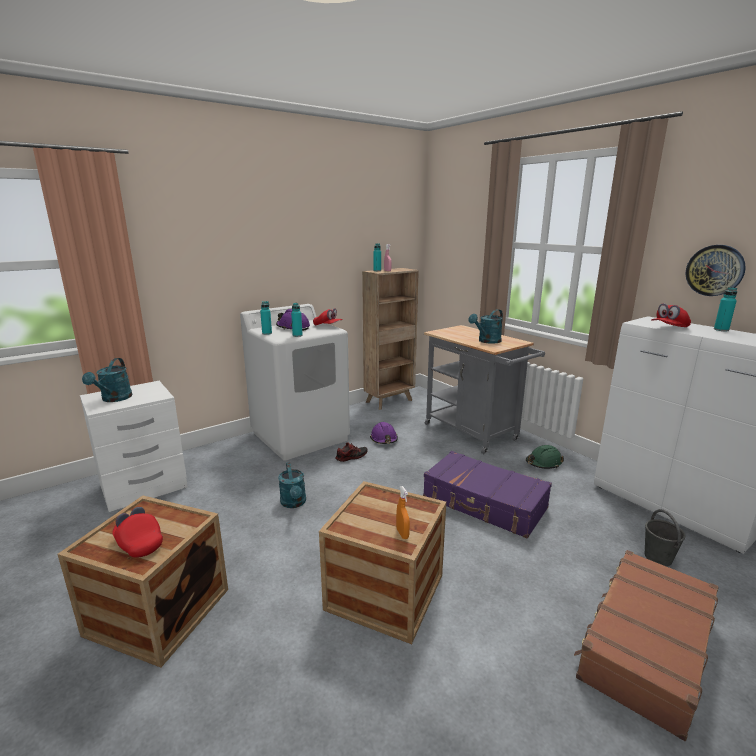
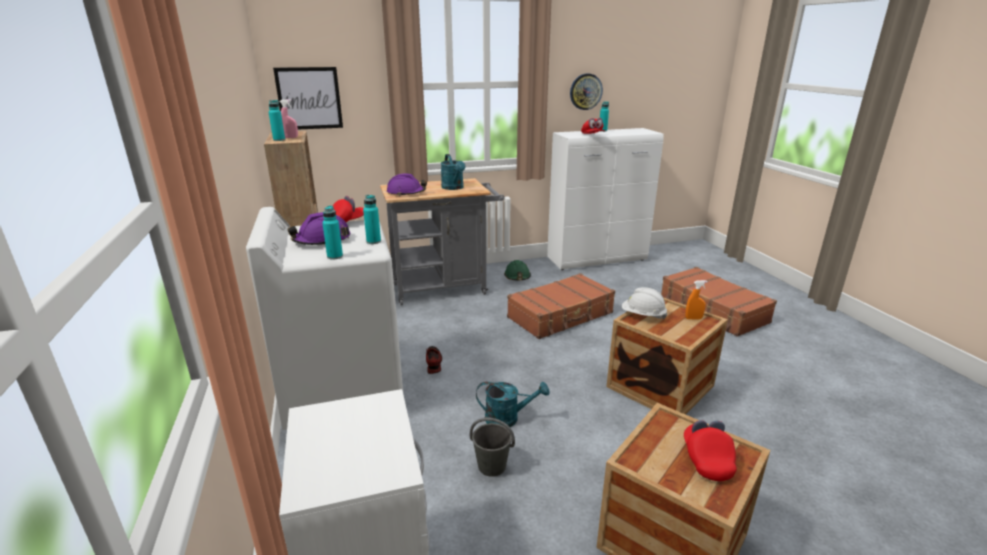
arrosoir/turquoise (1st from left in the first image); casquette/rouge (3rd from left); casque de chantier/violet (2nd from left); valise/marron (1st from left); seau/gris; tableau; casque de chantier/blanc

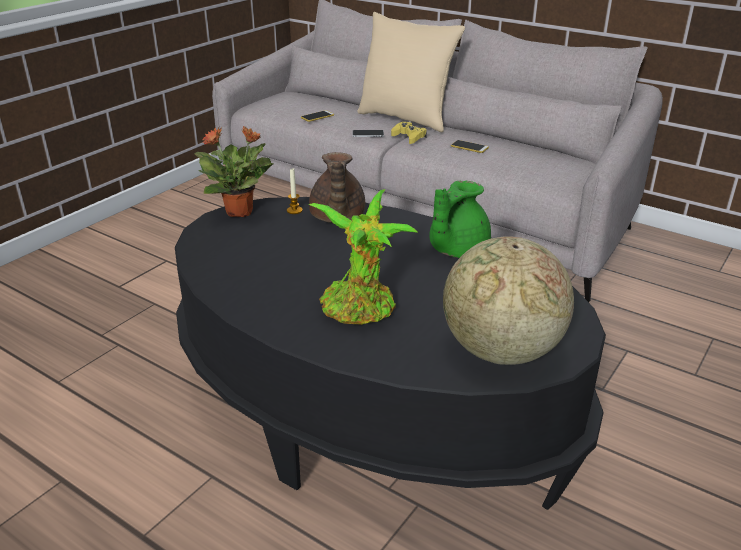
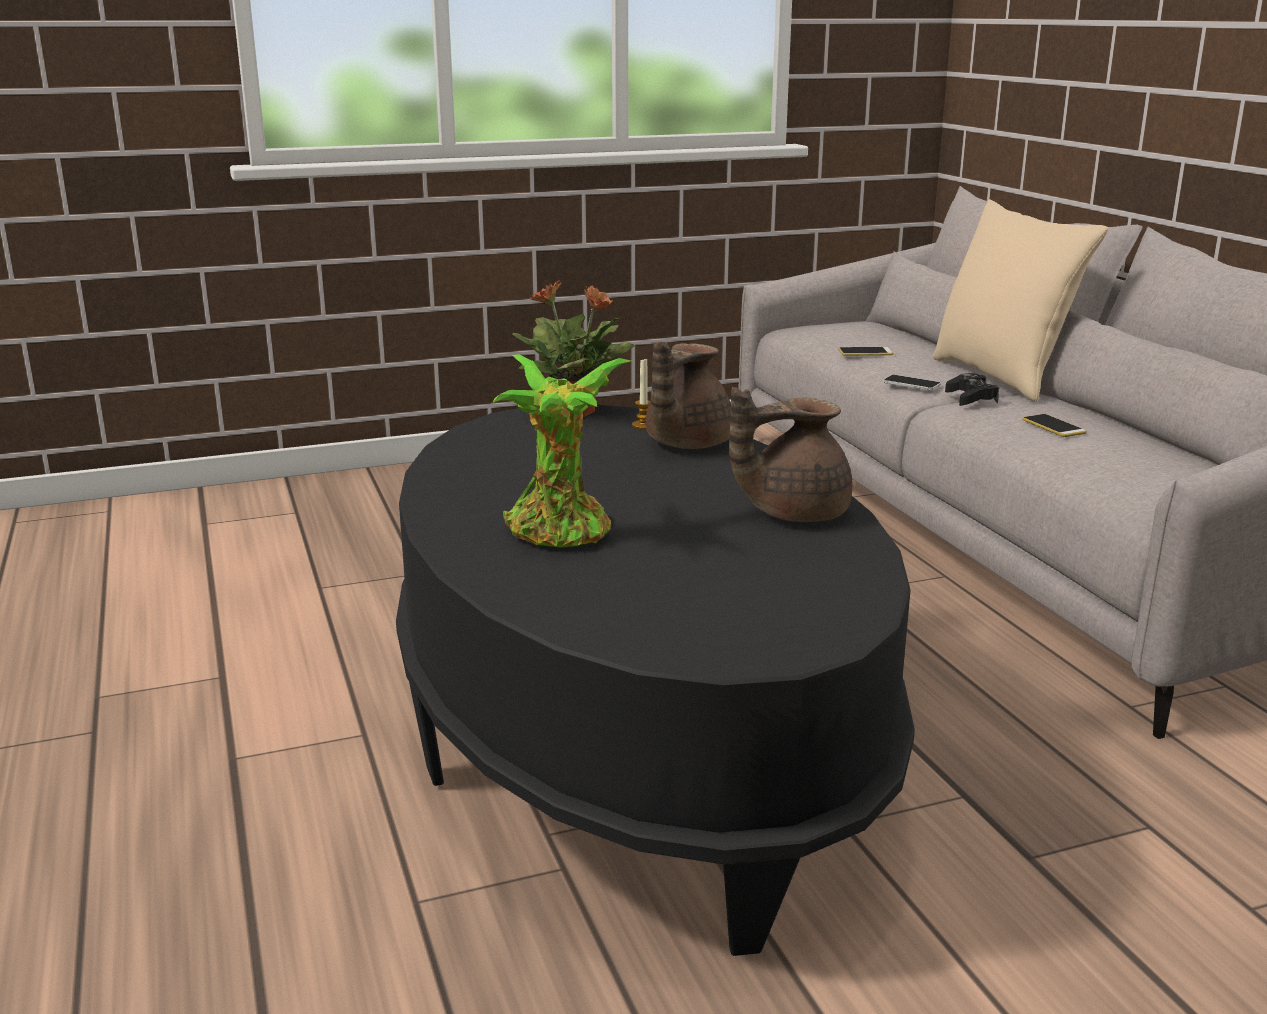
manette/noir; théière/marron (2nd from left); globe

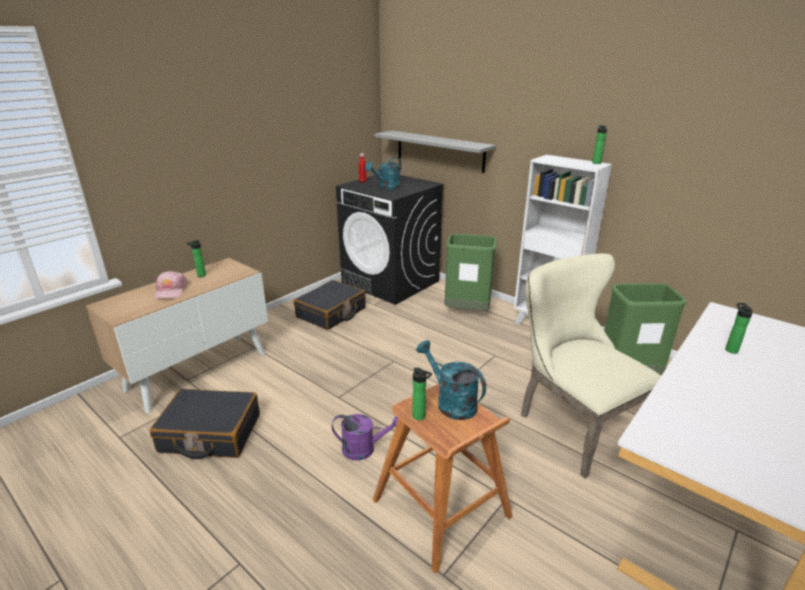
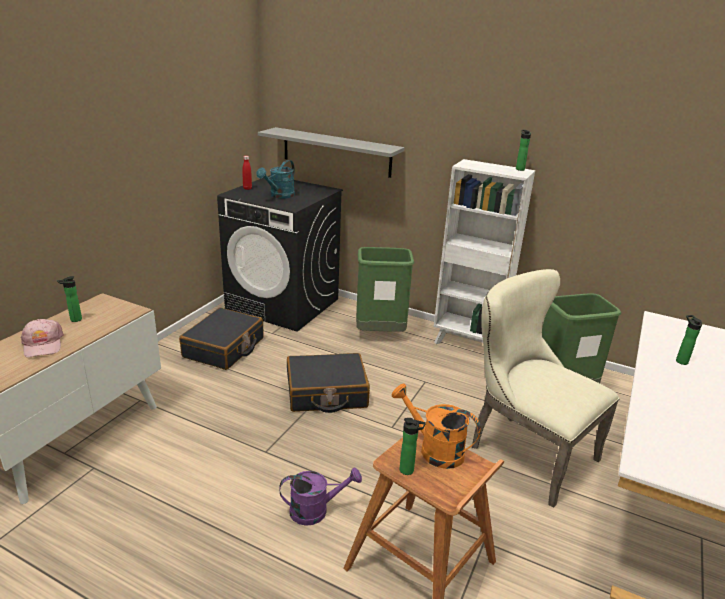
valise/noir (2nd from left); arrosoir/orange

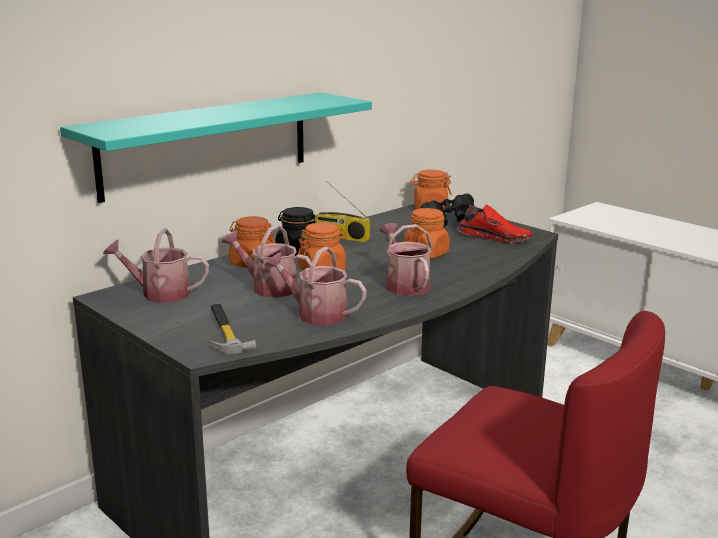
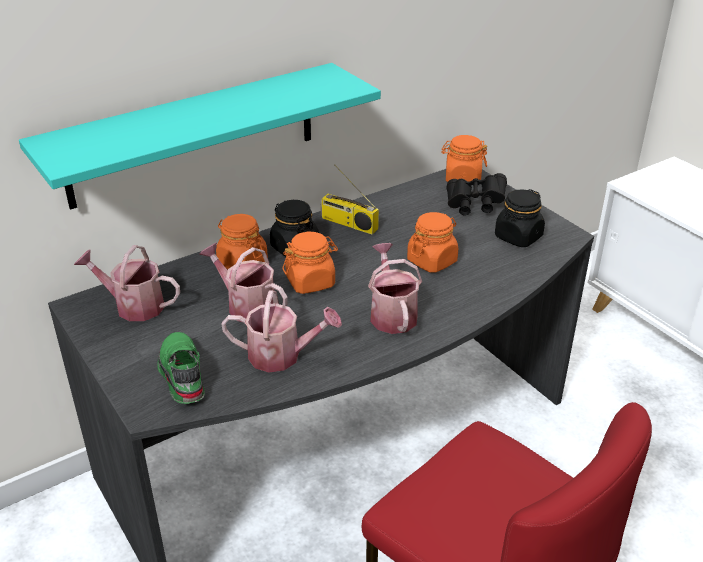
chaussure/vert; arrosoir (3rd from left); bocal/noir (2nd from left)

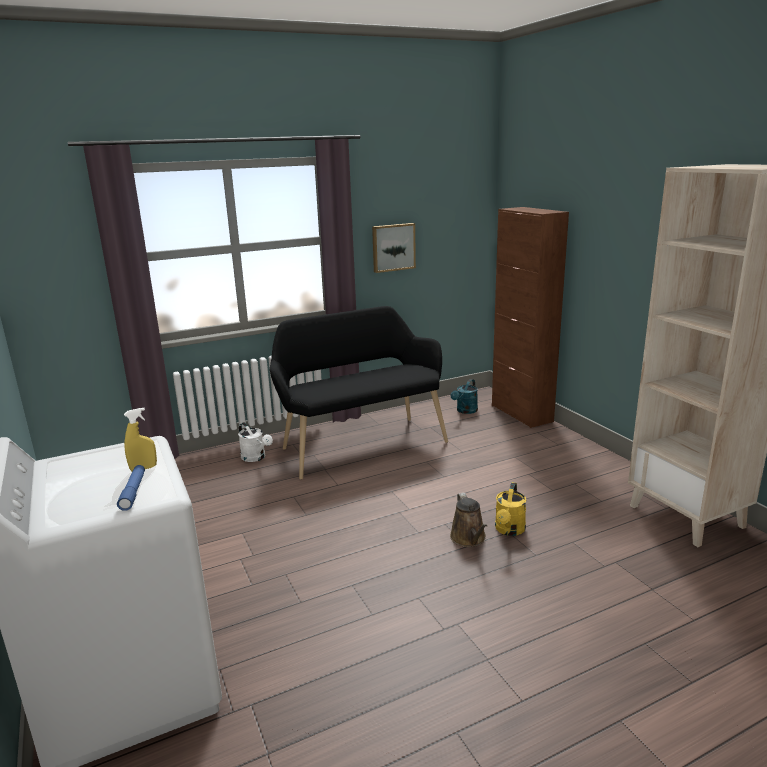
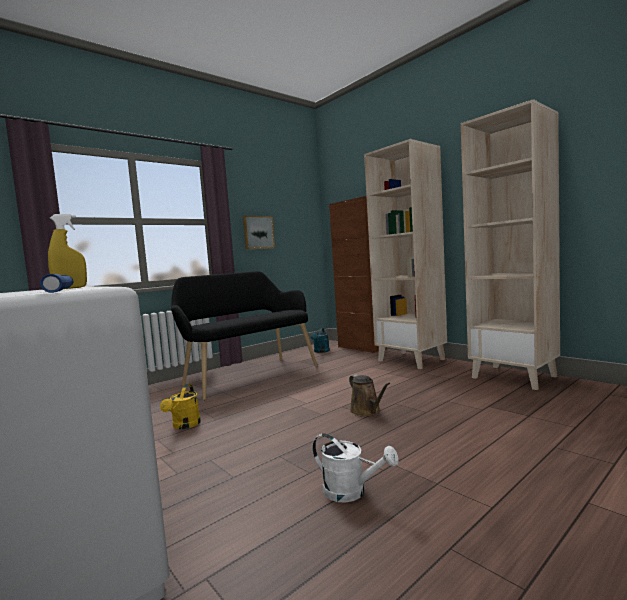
arrosoir/blanc; arrosoir/jaune; bibliothèque/beige (1st from left)

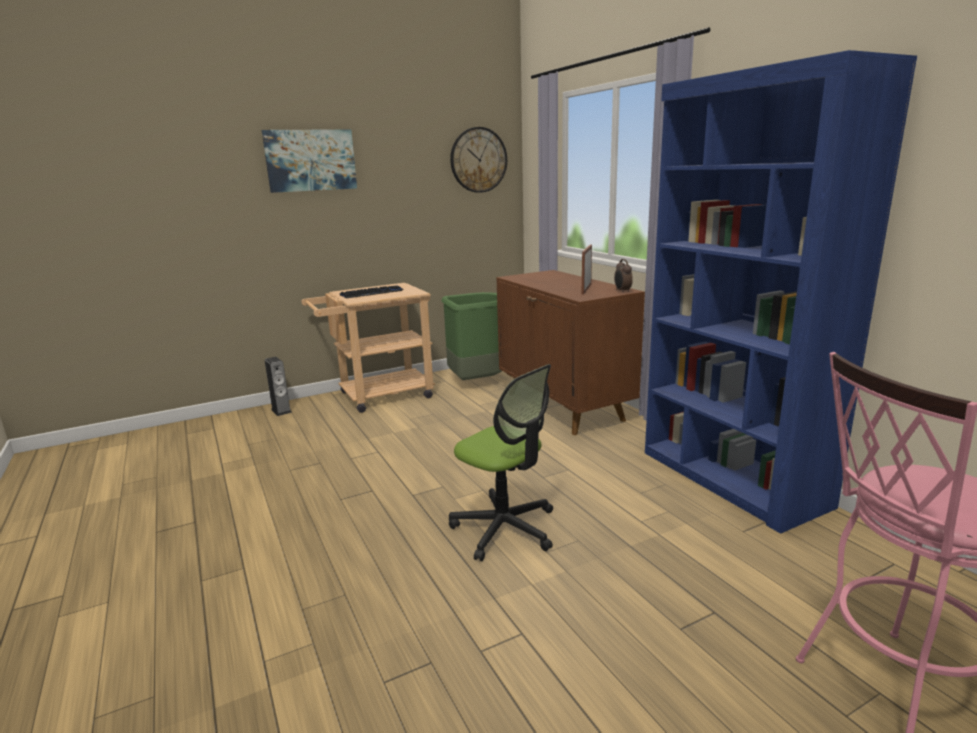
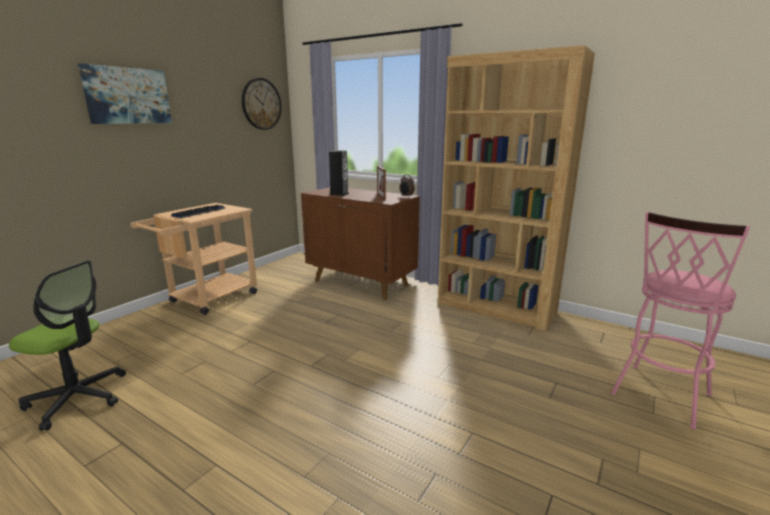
enceinte; poubelle/vert; chaise de bureau; bibliothèque/marron

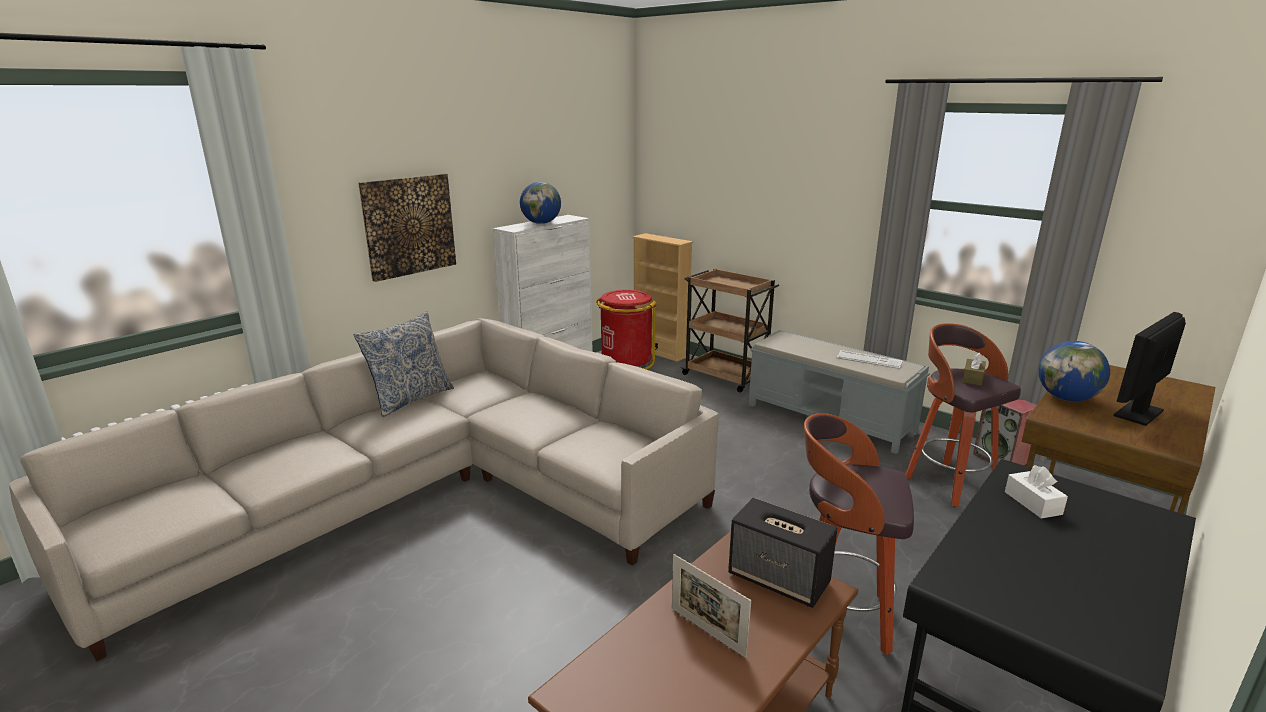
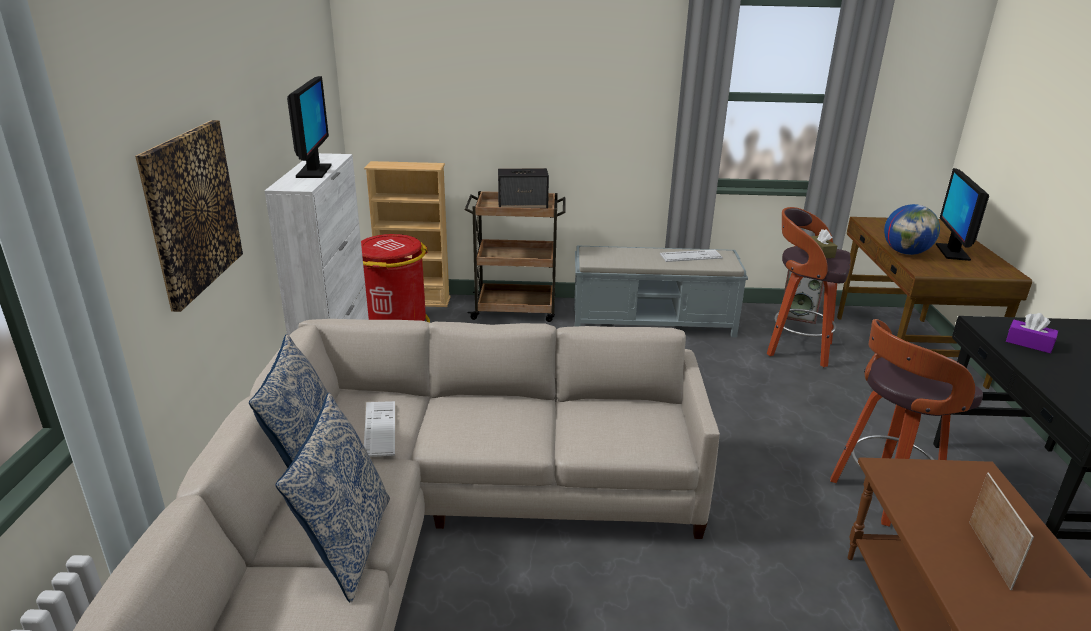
écran d'ordinateur (1st from left); cadre photo; enceinte (1st from left); boîte à mouchoirs/violet; coussin (2nd from left); clavier (1st from left)

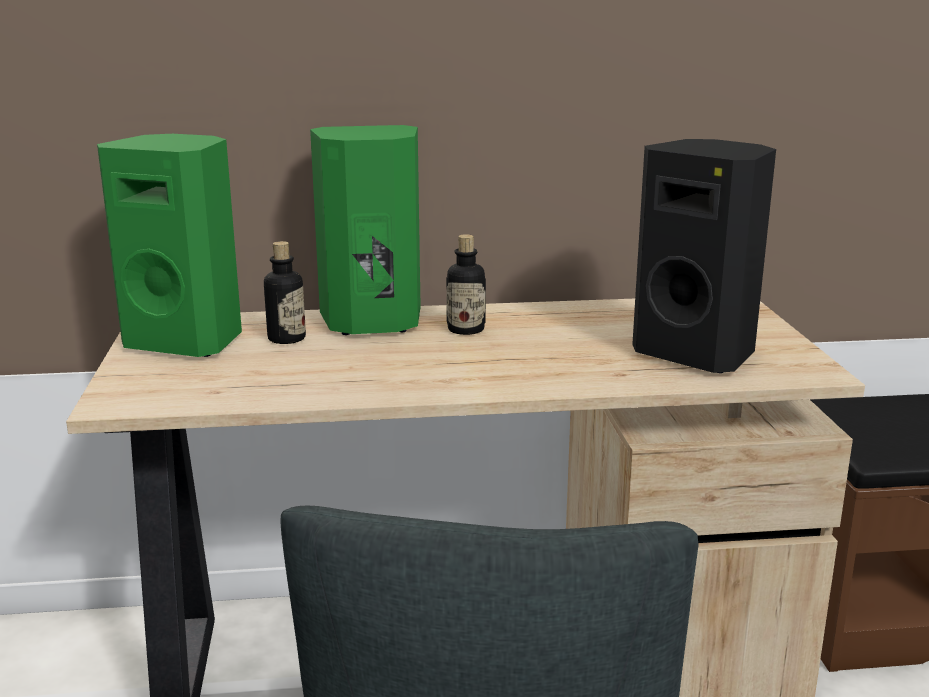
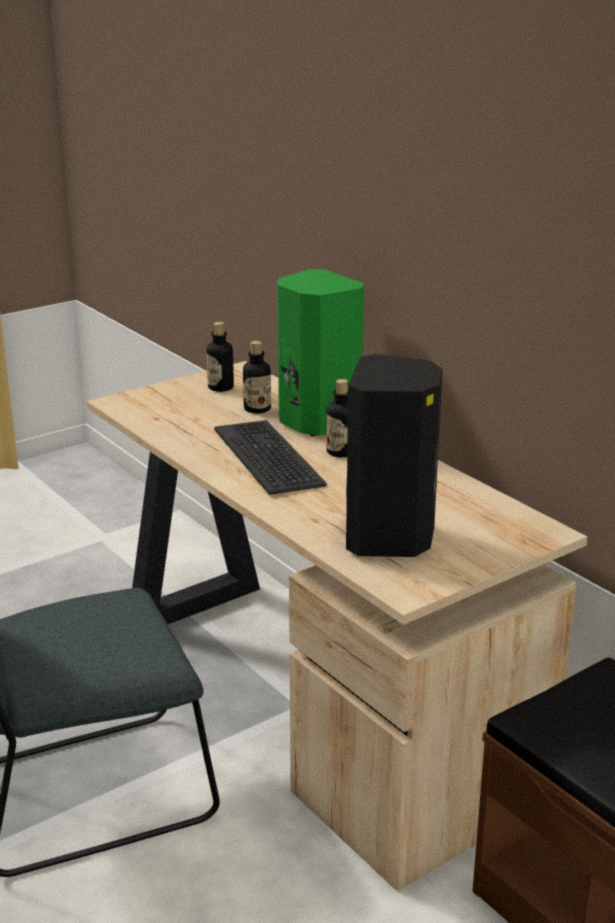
bouteille (1st from left); clavier

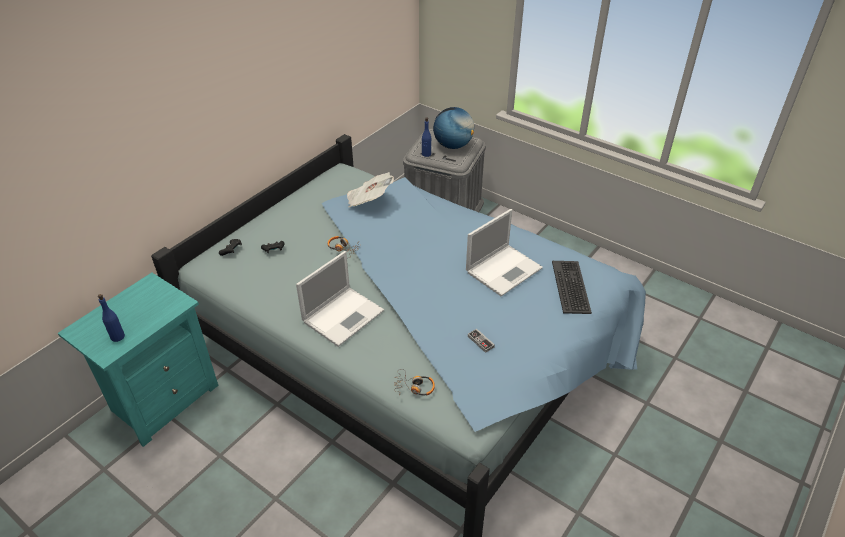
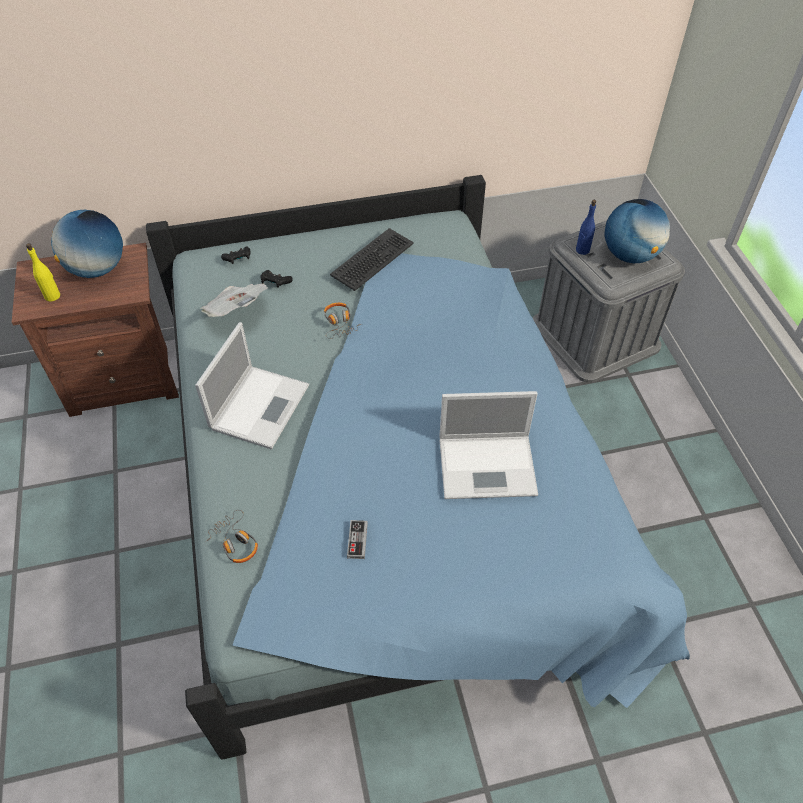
table de chevet/marron; bouteille/jaune; ordinateur portable (1st from left); journal; clavier; globe (1st from left)

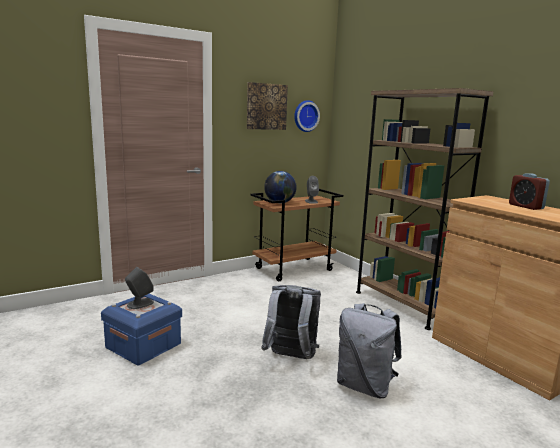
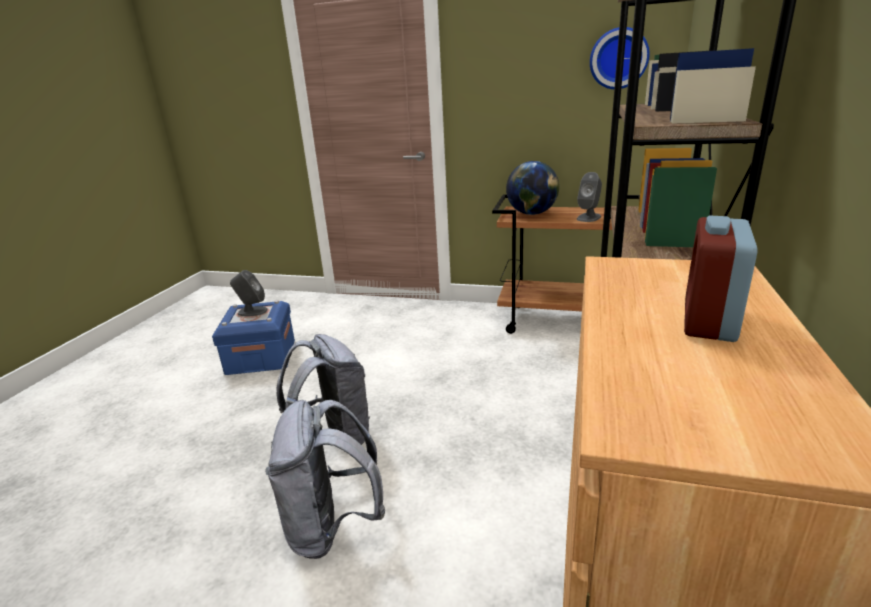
tableau

